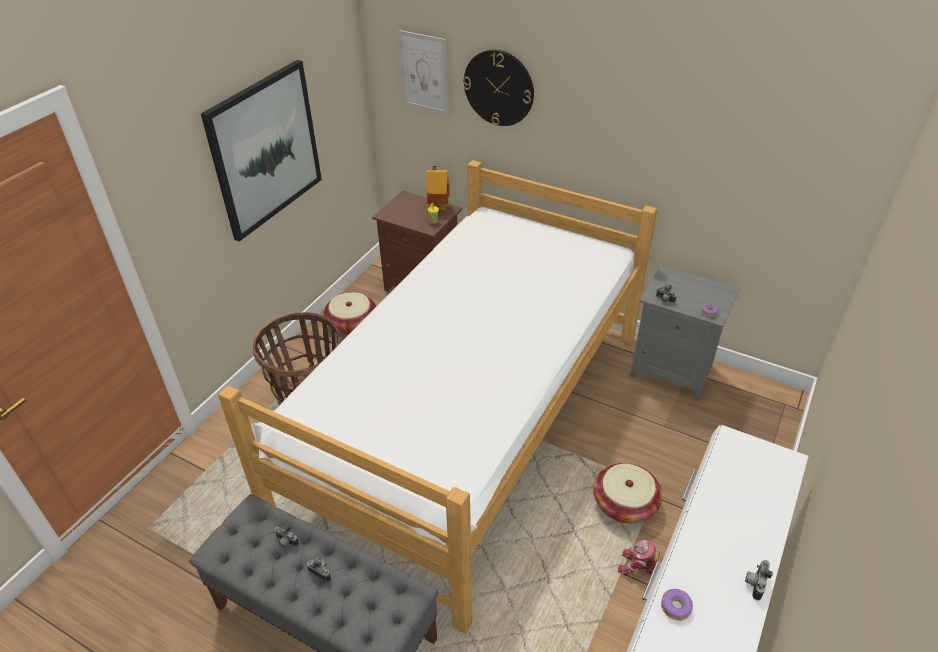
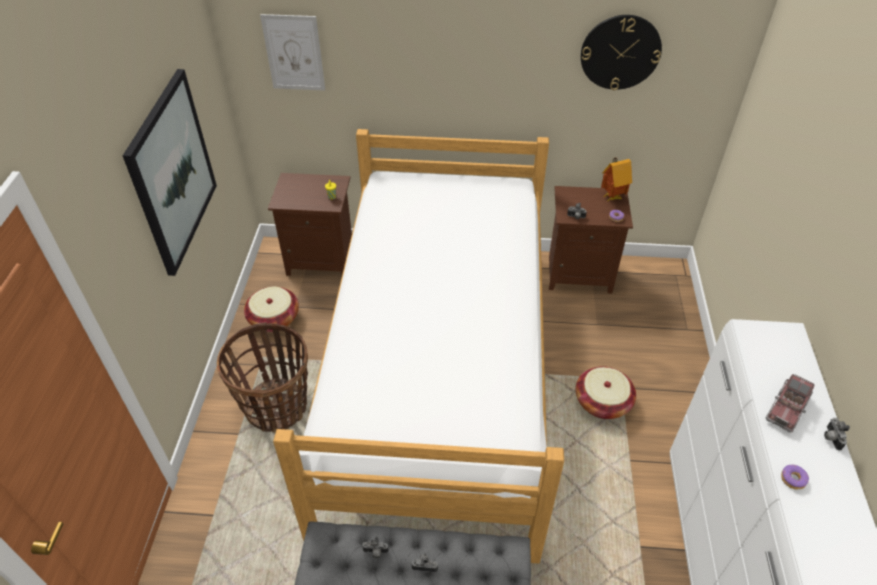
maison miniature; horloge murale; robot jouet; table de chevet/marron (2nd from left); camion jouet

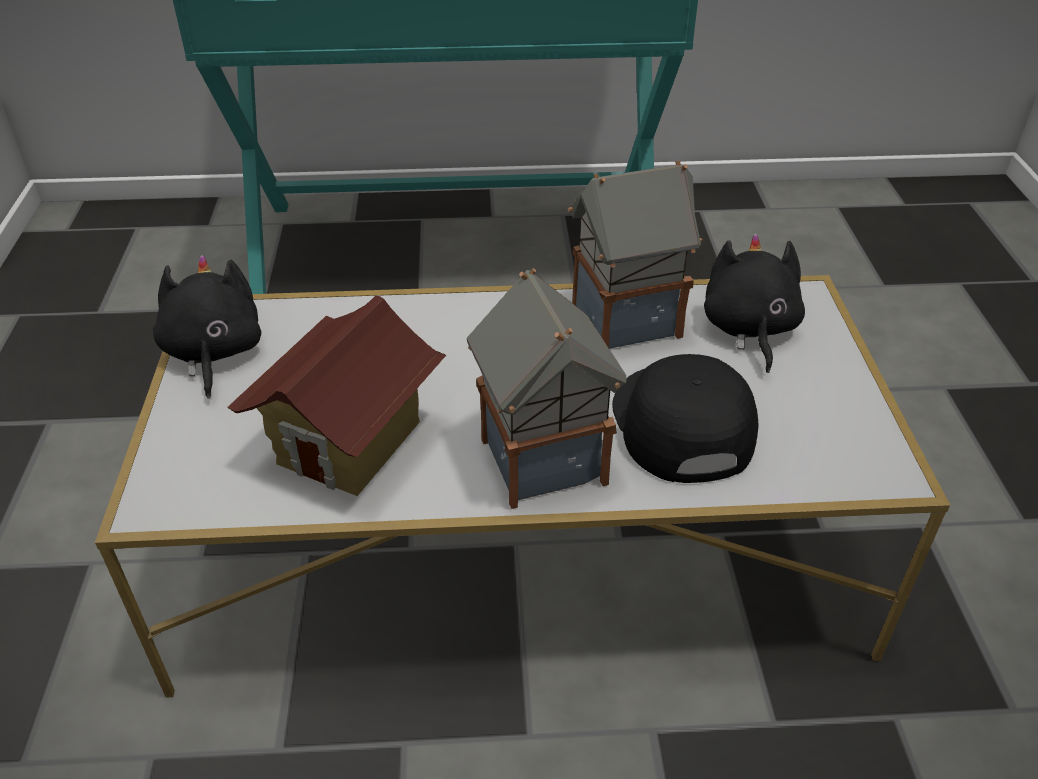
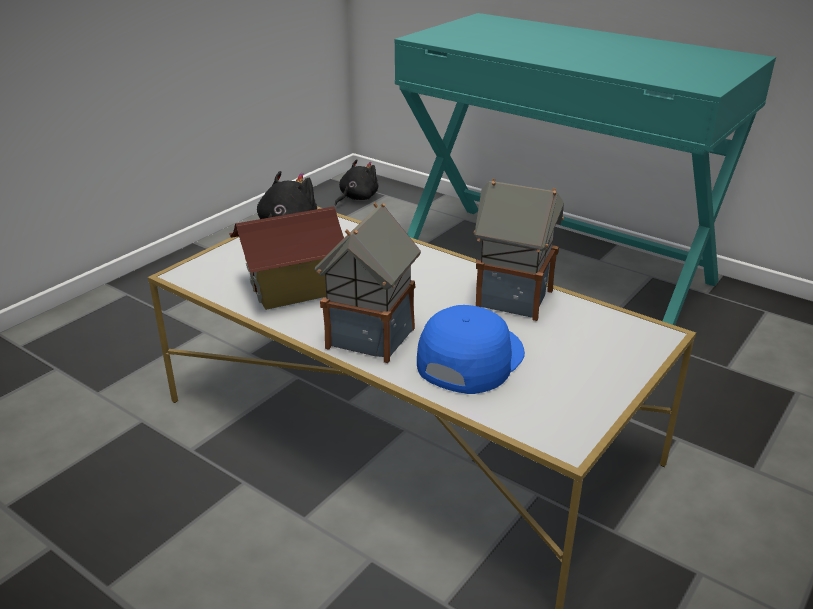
casquette/bleu; peluche/noir (2nd from left)

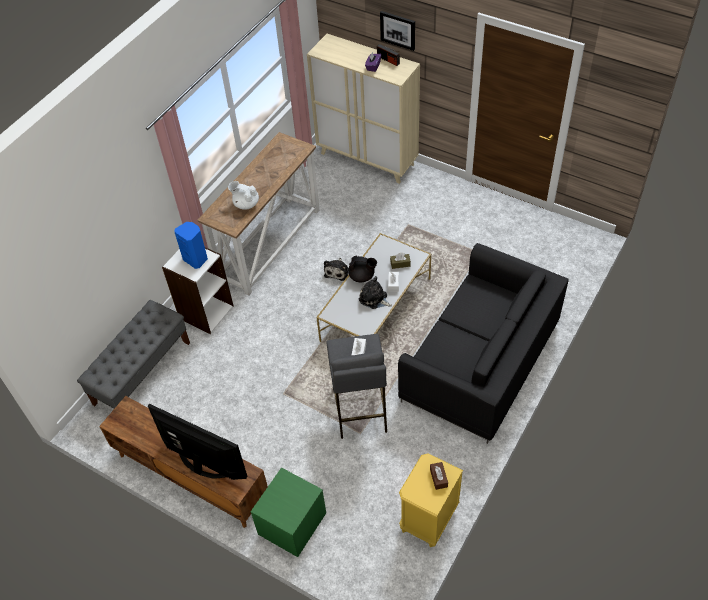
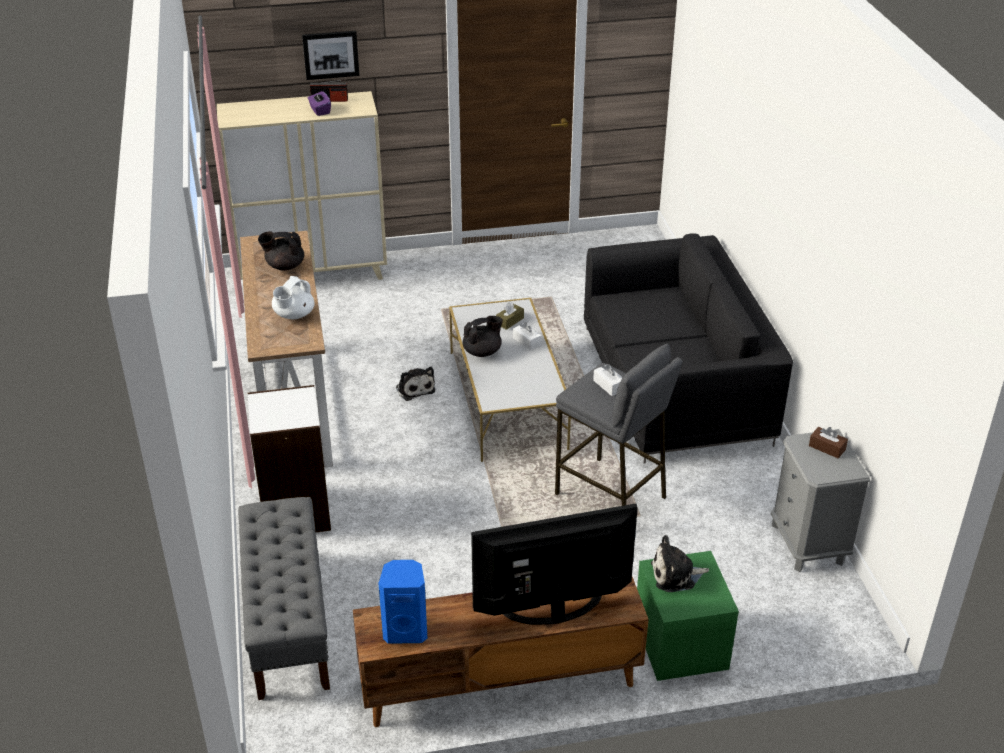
enceinte/bleu; théière/blanc; peluche (2nd from left); table de chevet/gris; théière/noir (1st from left)

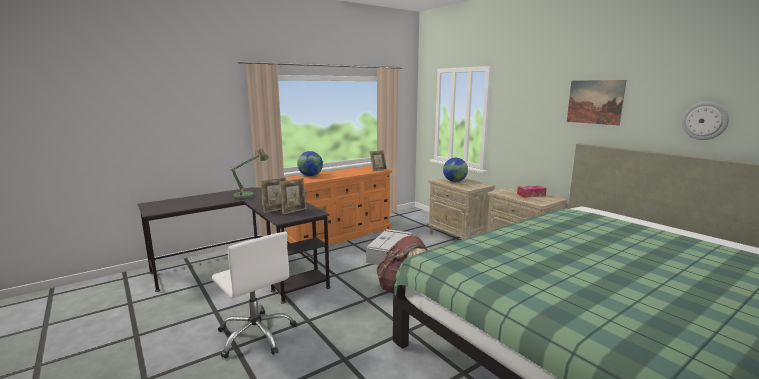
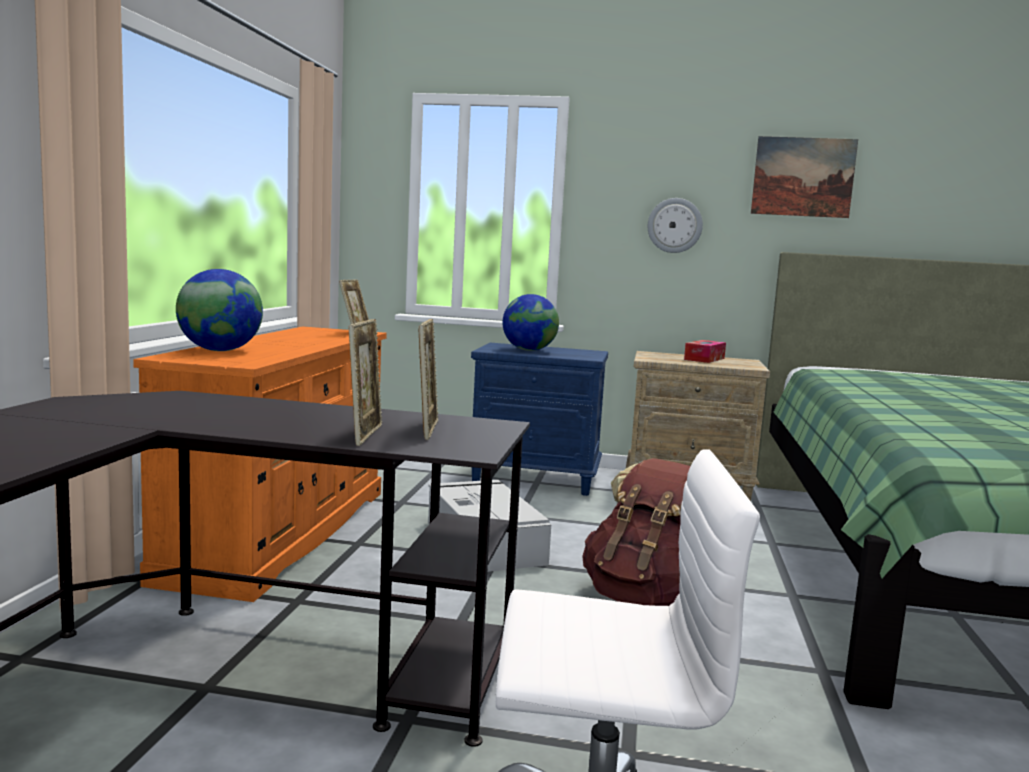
lampe de table; table de chevet/bleu; horloge murale

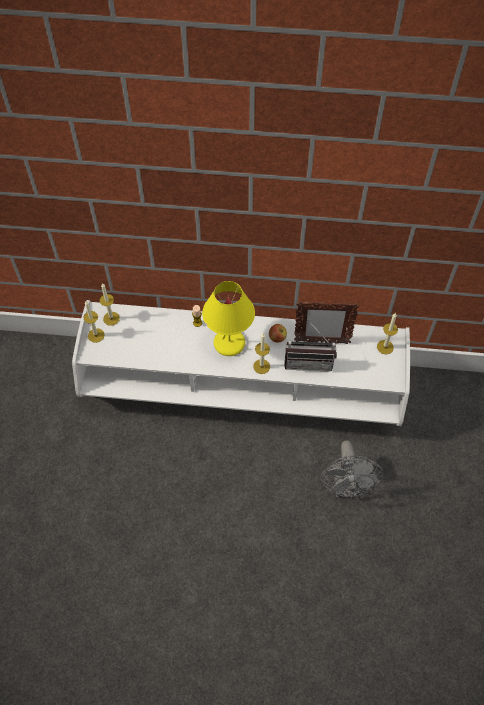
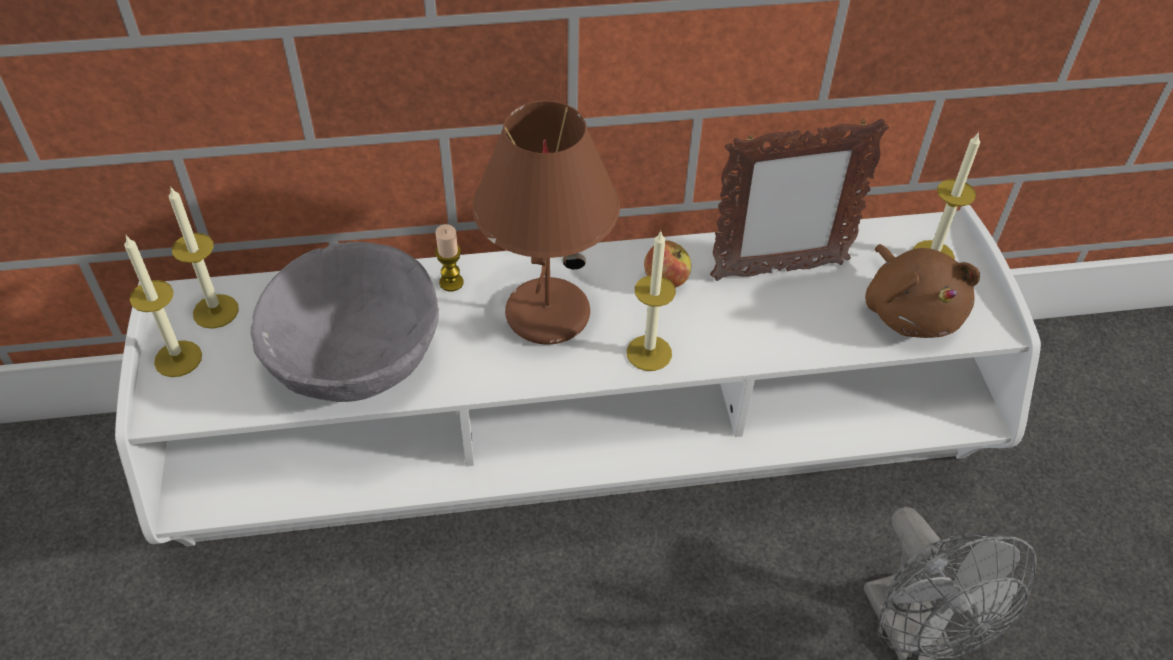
lampe de table/marron; radio; bol/gris; peluche/marron

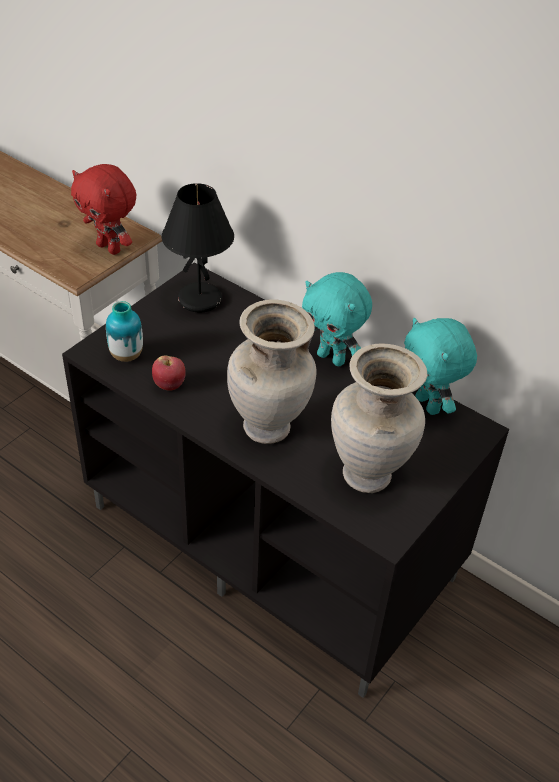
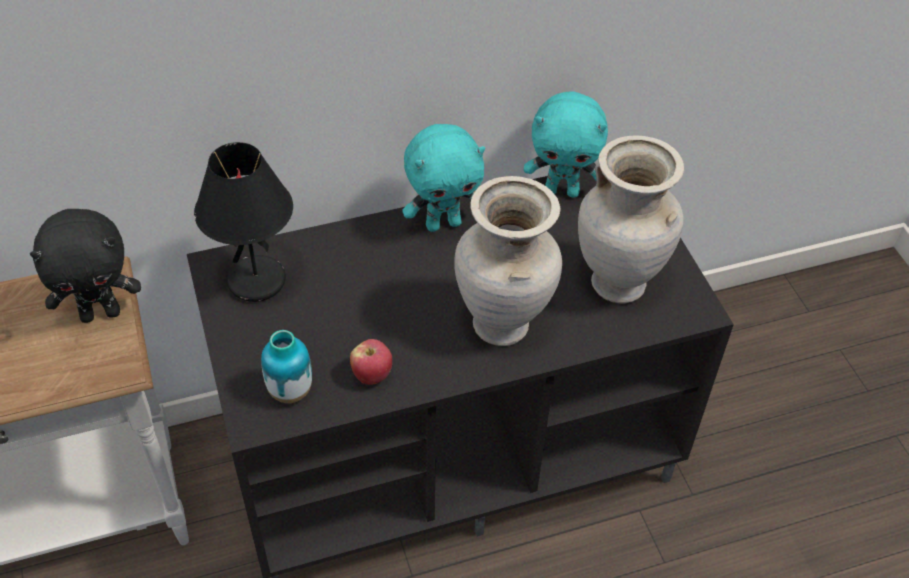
peluche/noir

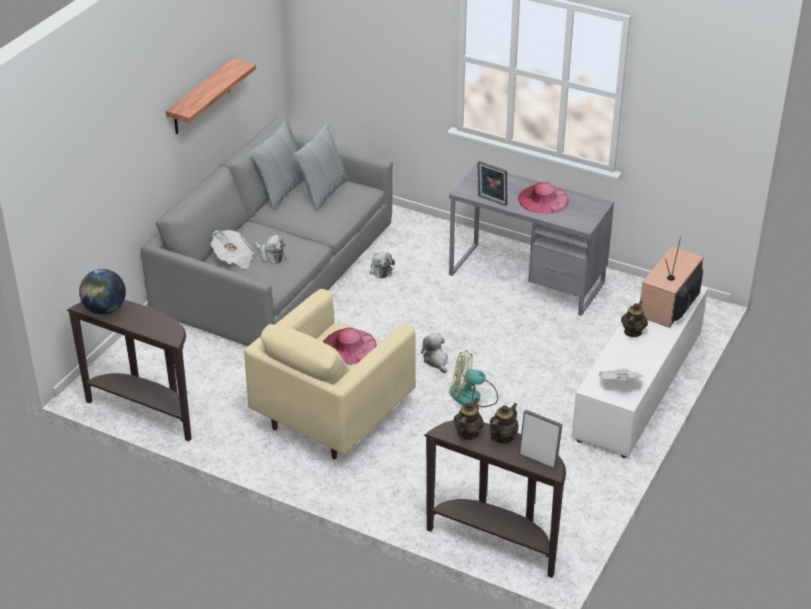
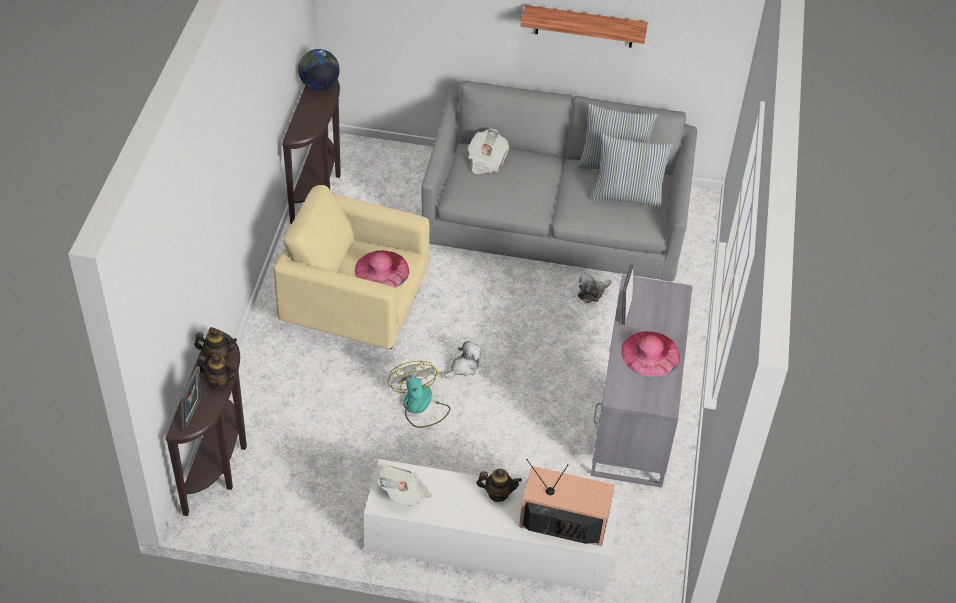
peluche (1st from left in the first image)

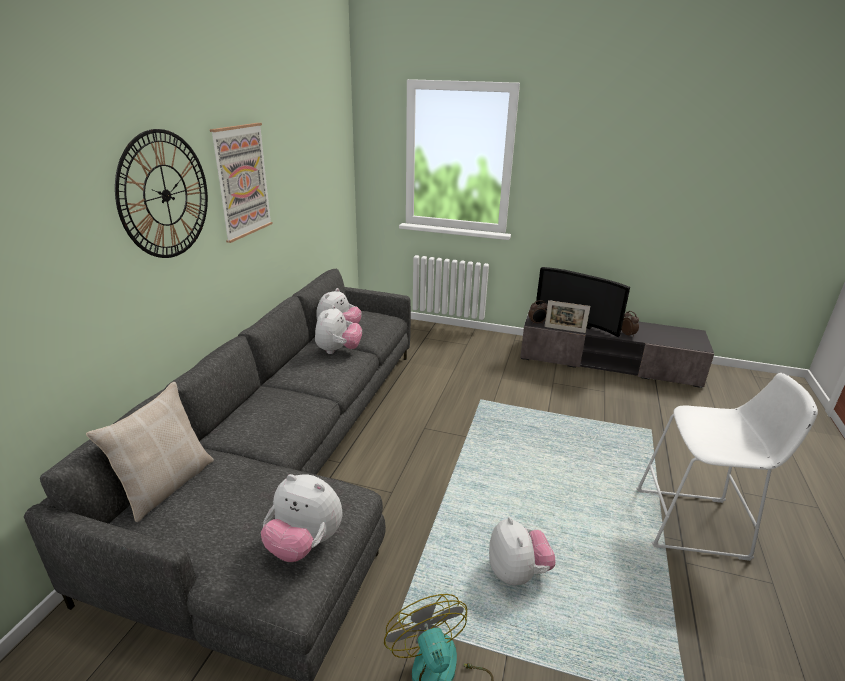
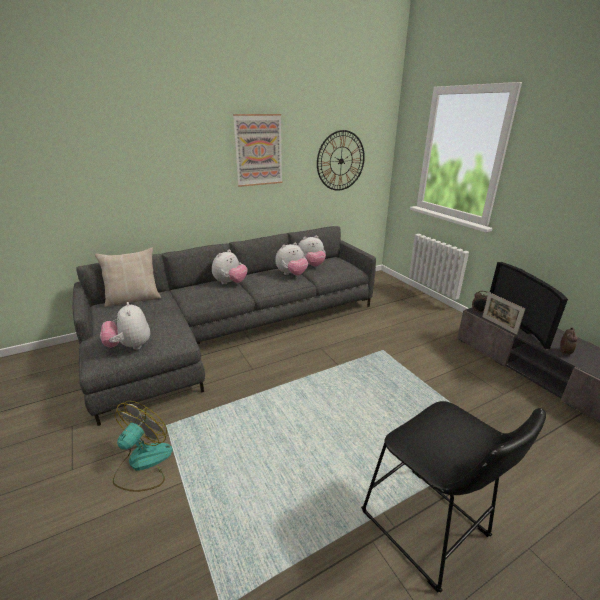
horloge murale; peluche (2nd from left); tabouret/noir

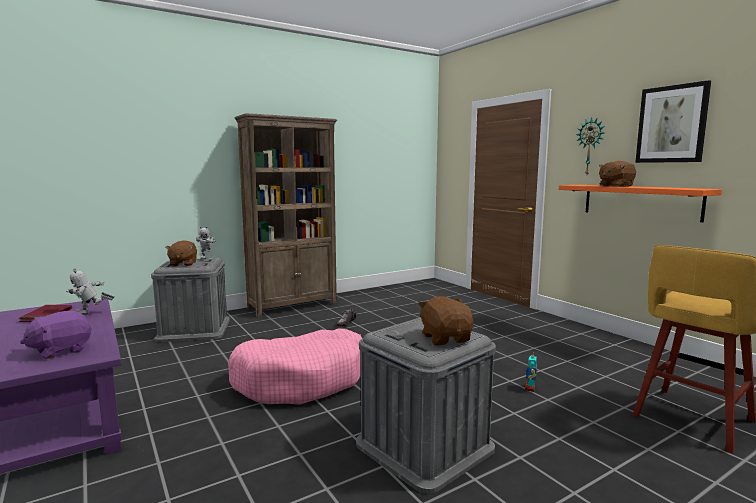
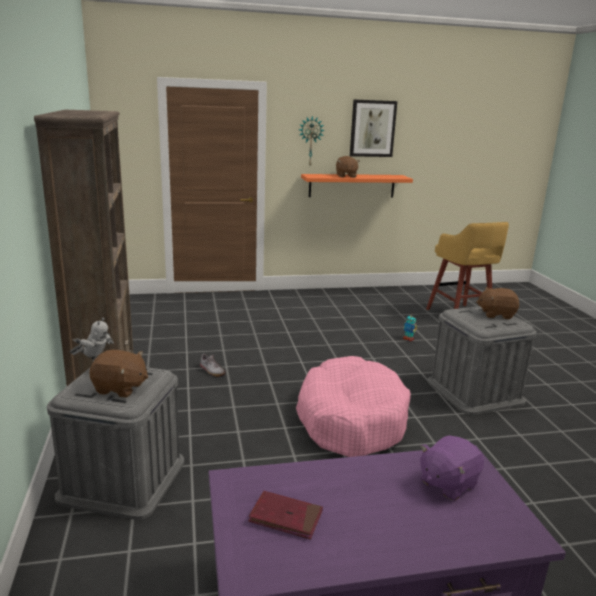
peluche/violet; robot jouet (1st from left in the first image)

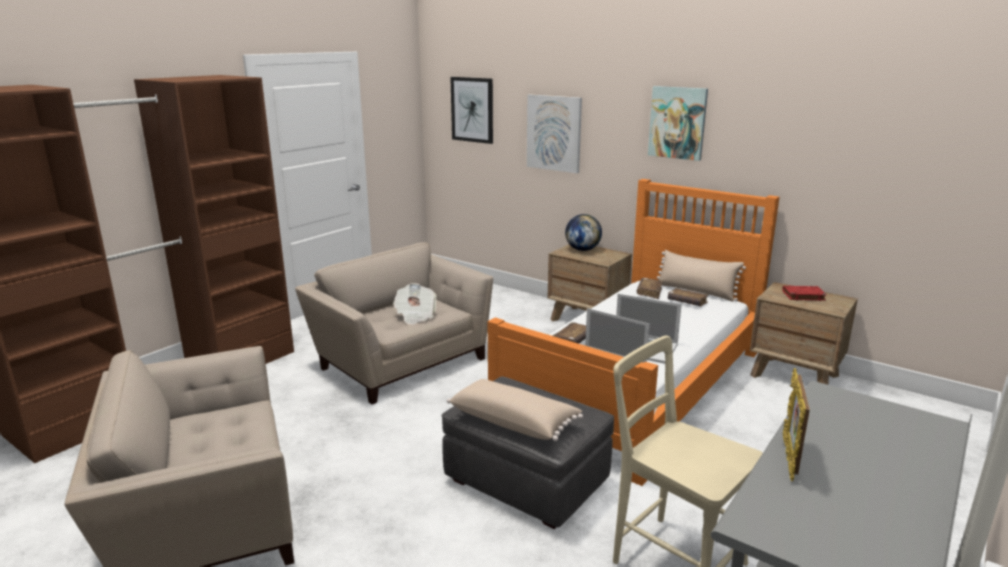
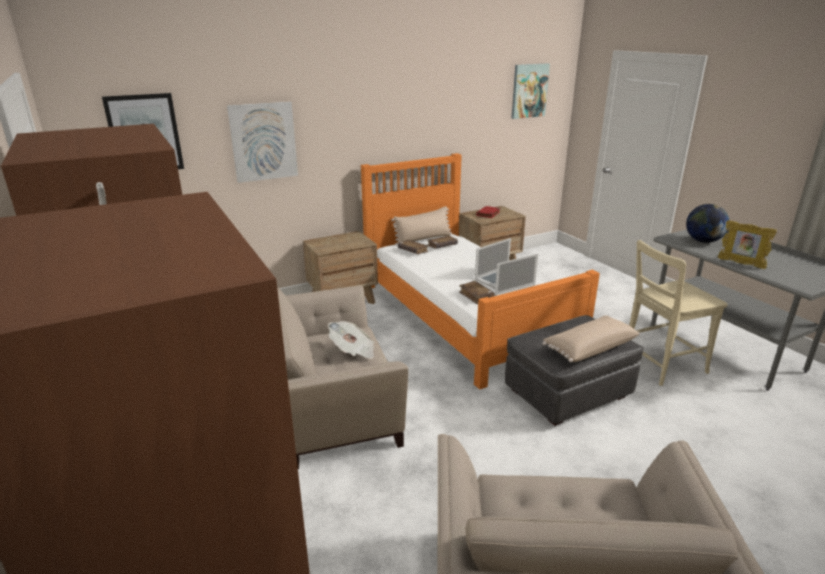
globe; tableau (3rd from left)

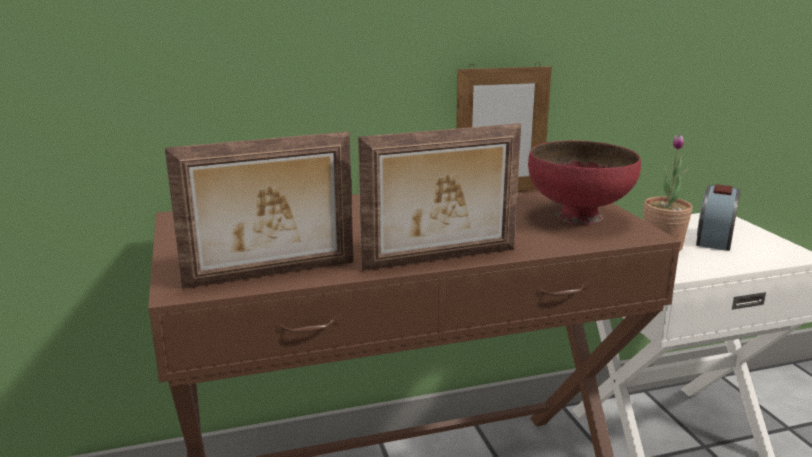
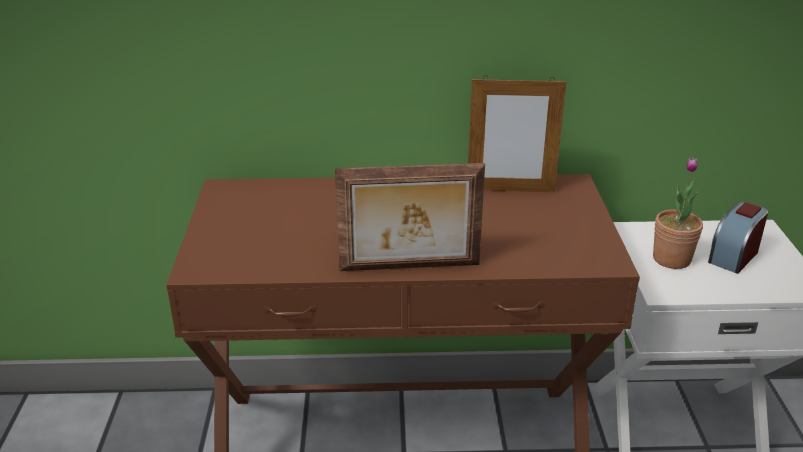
cadre photo (1st from left in the first image); bol/rouge

